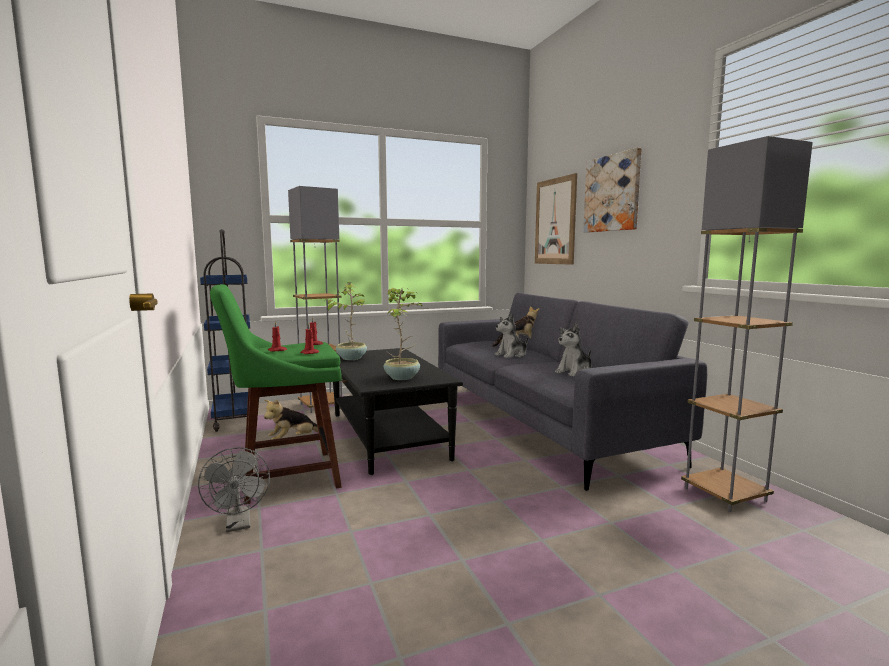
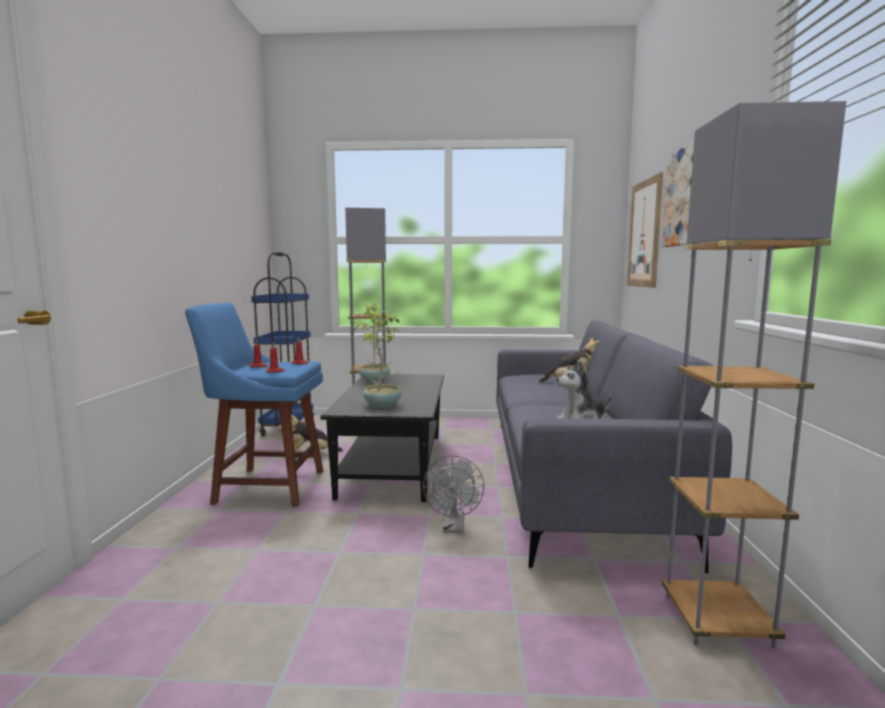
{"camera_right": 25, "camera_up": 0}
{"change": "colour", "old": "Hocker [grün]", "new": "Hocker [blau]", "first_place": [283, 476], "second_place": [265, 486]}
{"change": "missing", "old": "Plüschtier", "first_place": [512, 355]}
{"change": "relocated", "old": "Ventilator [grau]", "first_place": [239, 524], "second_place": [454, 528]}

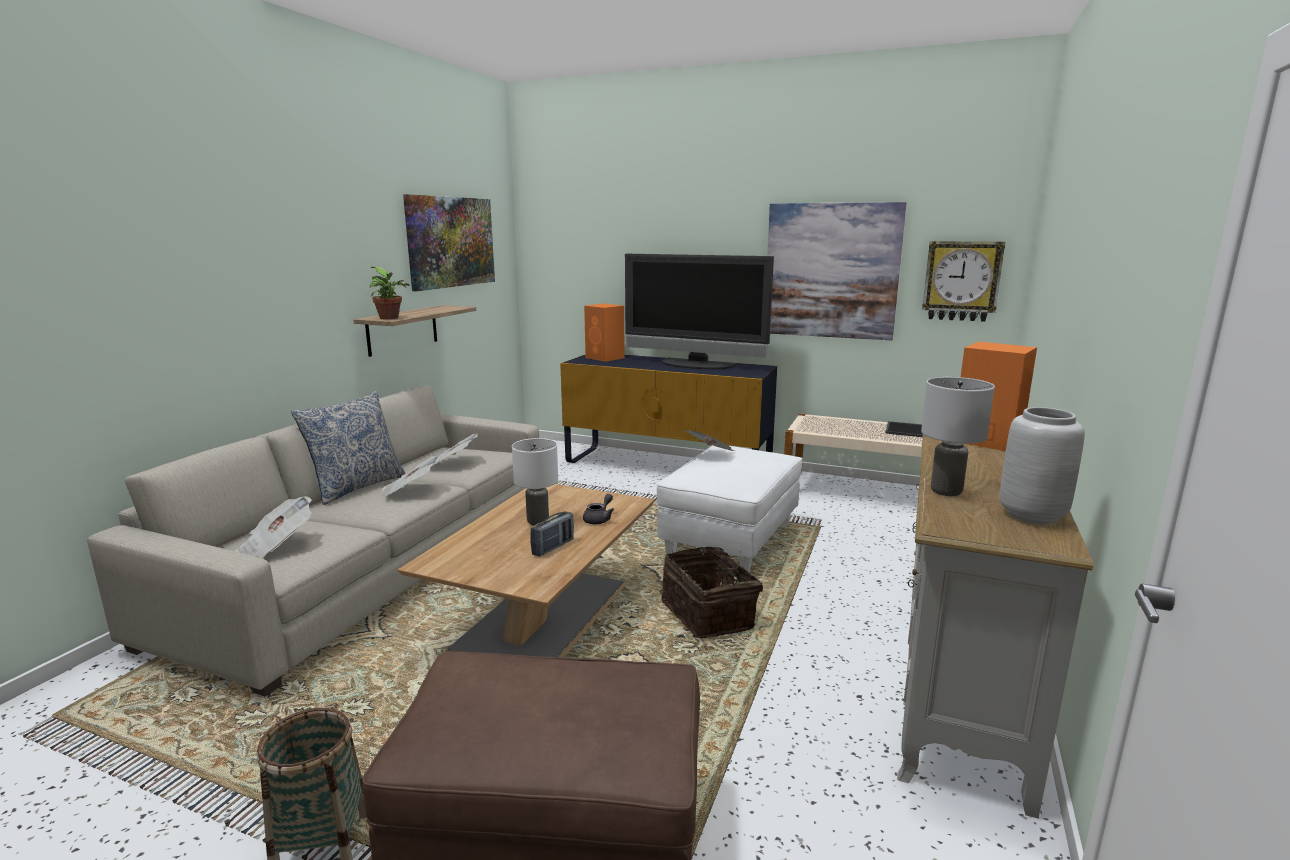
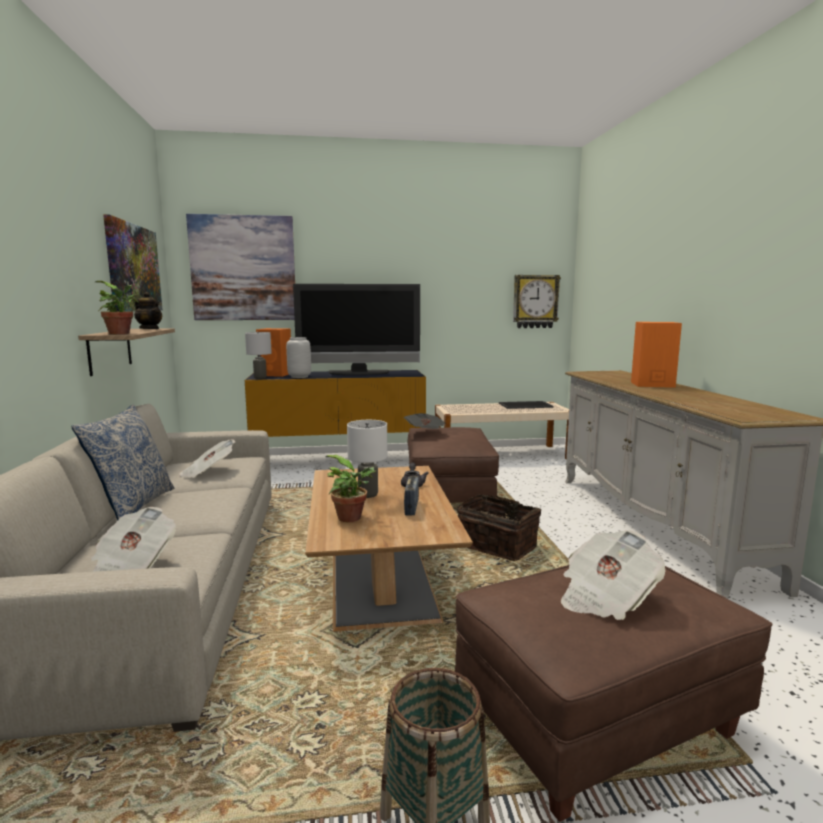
{"camera_right": -30, "camera_up": -5}
{"change": "relocated", "old": "Bild", "first_place": [831, 271], "second_place": [243, 268]}
{"change": "relocated", "old": "Tischlampe [weiß]", "first_place": [944, 492], "second_place": [259, 378]}
{"change": "relocated", "old": "Vase [grau]", "first_place": [1033, 515], "second_place": [300, 377]}
{"change": "colour", "old": "Polsterhocker [weiß]", "new": "Polsterhocker [braun]", "first_place": [730, 540], "second_place": [448, 498]}
{"change": "relocated", "old": "Zeitung", "first_place": [410, 491], "second_place": [605, 597]}
{"change": "appeared", "new": "Teekanne", "second_place": [149, 329]}
{"change": "appeared", "new": "Topfpflanze", "second_place": [352, 518]}

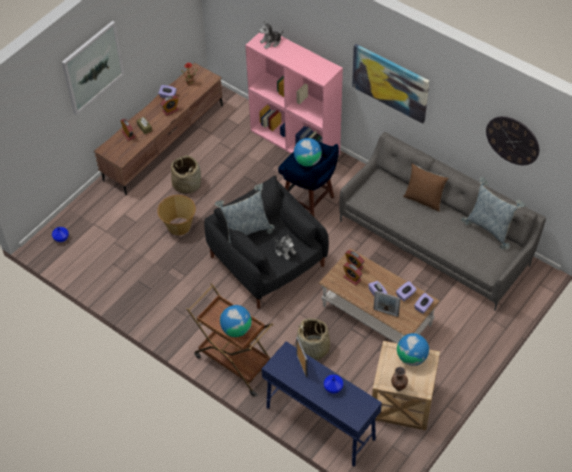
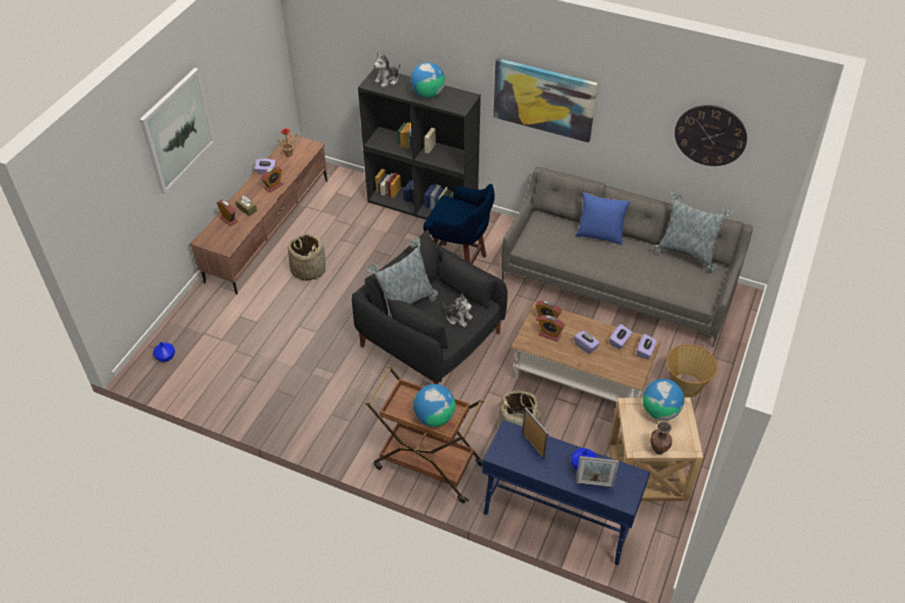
{"camera_right": -15, "camera_up": -5}
{"change": "colour", "old": "Bücherregal [rosa]", "new": "Bücherregal [schwarz]", "first_place": [296, 142], "second_place": [423, 205]}
{"change": "relocated", "old": "Globus", "first_place": [307, 161], "second_place": [428, 94]}
{"change": "colour", "old": "Kissen [braun]", "new": "Kissen [blau]", "first_place": [424, 199], "second_place": [600, 235]}
{"change": "relocated", "old": "Korb", "first_place": [179, 226], "second_place": [685, 385]}
{"change": "relocated", "old": "Bilderrahmen", "first_place": [386, 312], "second_place": [594, 484]}

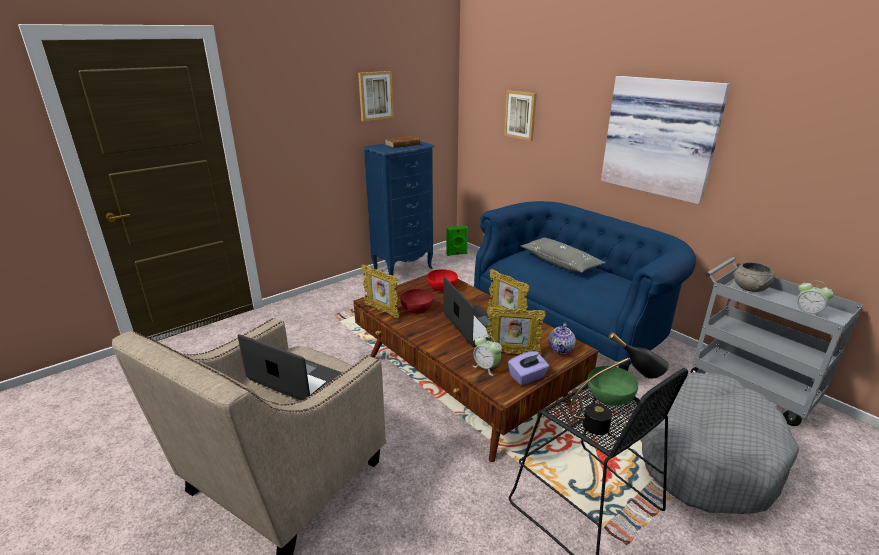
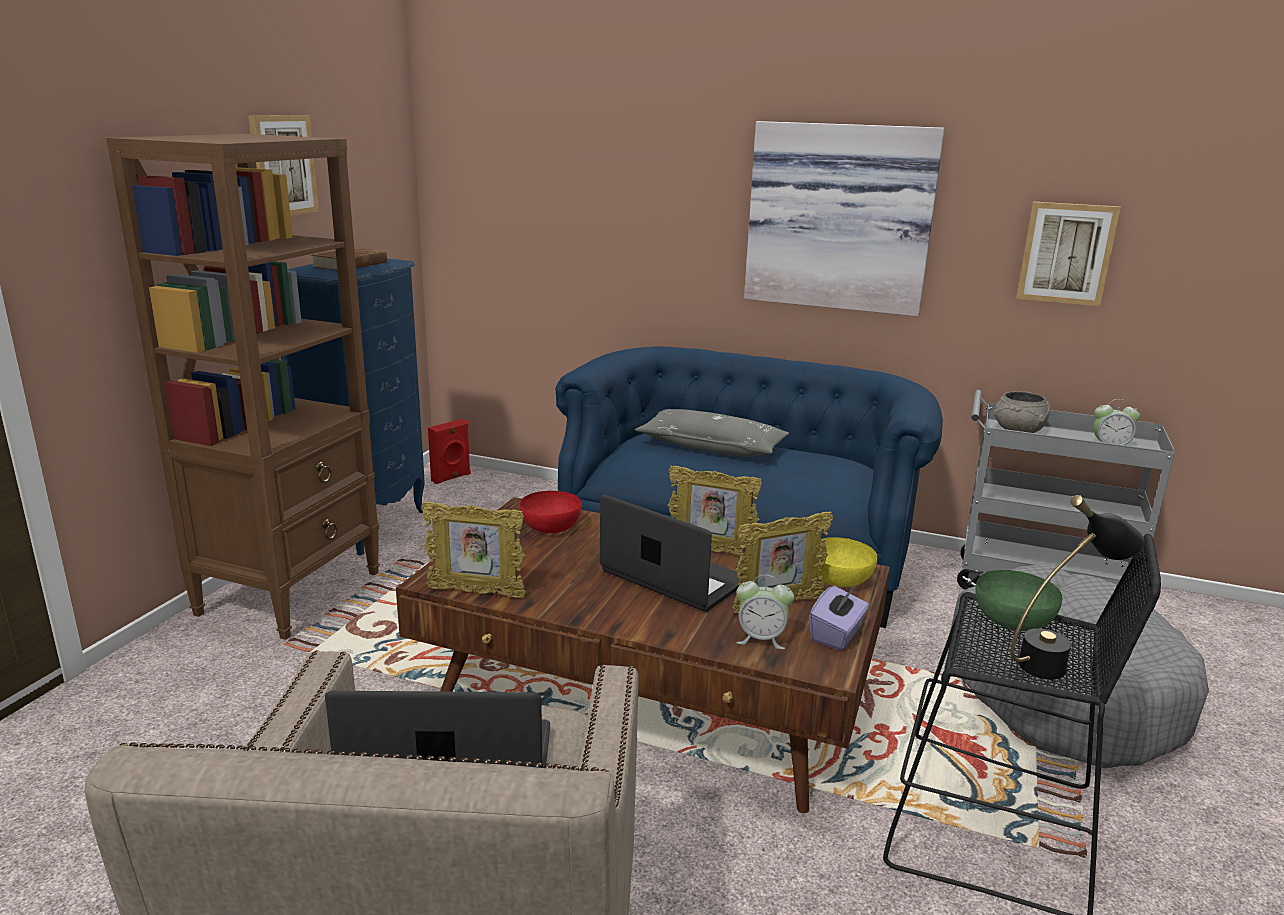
{"camera_right": -30, "camera_up": -5}
{"change": "relocated", "old": "Bild", "first_place": [520, 115], "second_place": [1066, 253]}
{"change": "colour", "old": "Lautsprecher [grün]", "new": "Lautsprecher [rot]", "first_place": [457, 254], "second_place": [451, 478]}
{"change": "missing", "old": "Schüssel [rot]", "first_place": [417, 309]}
{"change": "exchanged", "old": "Teekanne", "new": "Schüssel [gelb]", "first_place": [561, 349], "second_place": [840, 579]}
{"change": "appeared", "new": "Bücherregal [braun]", "second_place": [292, 592]}

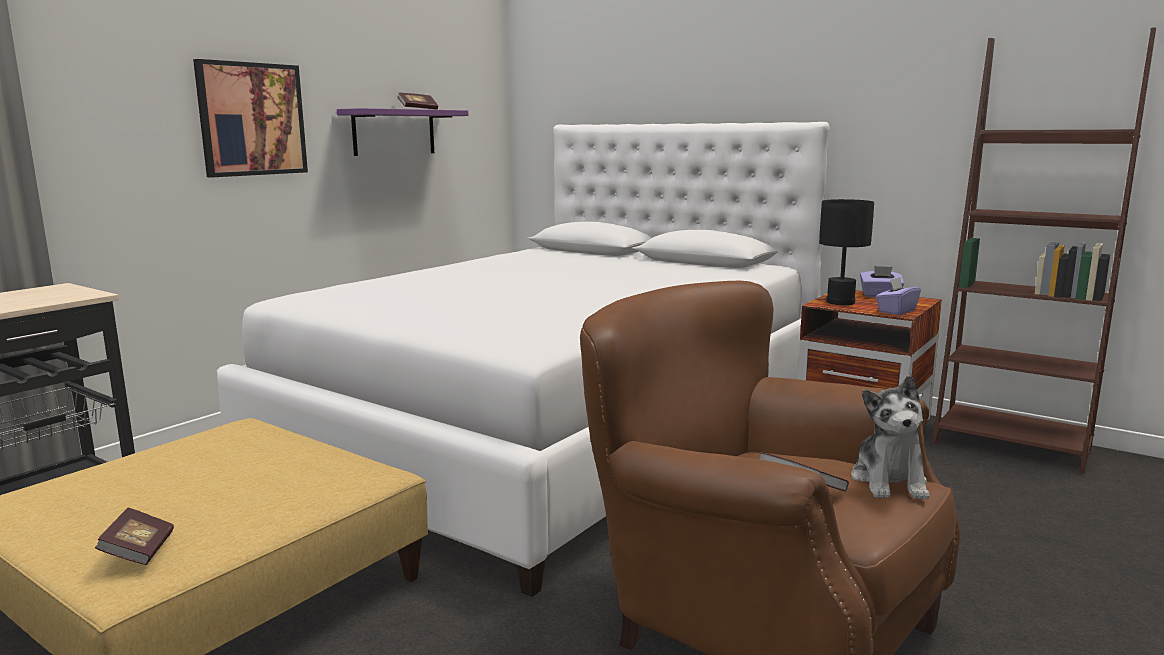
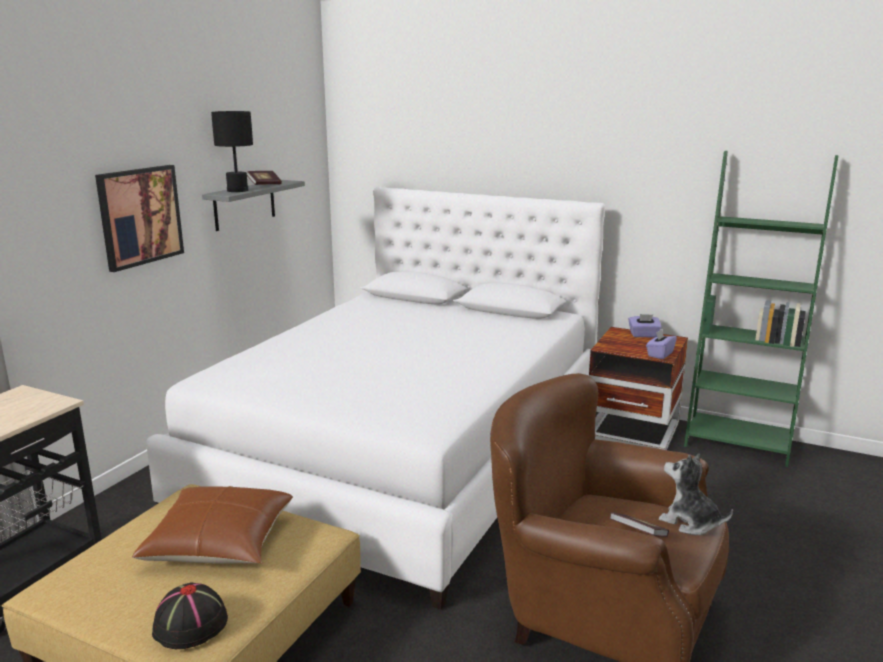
{"camera_right": -10, "camera_up": 5}
{"change": "colour", "old": "Bücherregal [braun]", "new": "Bücherregal [grün]", "first_place": [1011, 445], "second_place": [737, 444]}
{"change": "colour", "old": "Wandregal [lila]", "new": "Wandregal [grau]", "first_place": [394, 132], "second_place": [244, 205]}
{"change": "relocated", "old": "Tischlampe [schwarz]", "first_place": [839, 302], "second_place": [237, 190]}
{"change": "spun", "old": "Plüschtier", "first_place": [889, 481], "second_place": [690, 522], "degrees": 135}
{"change": "exchanged", "old": "Buch", "new": "Hut [schwarz]", "first_place": [139, 551], "second_place": [190, 625]}
{"change": "appeared", "new": "Kissen [braun]", "second_place": [220, 543]}

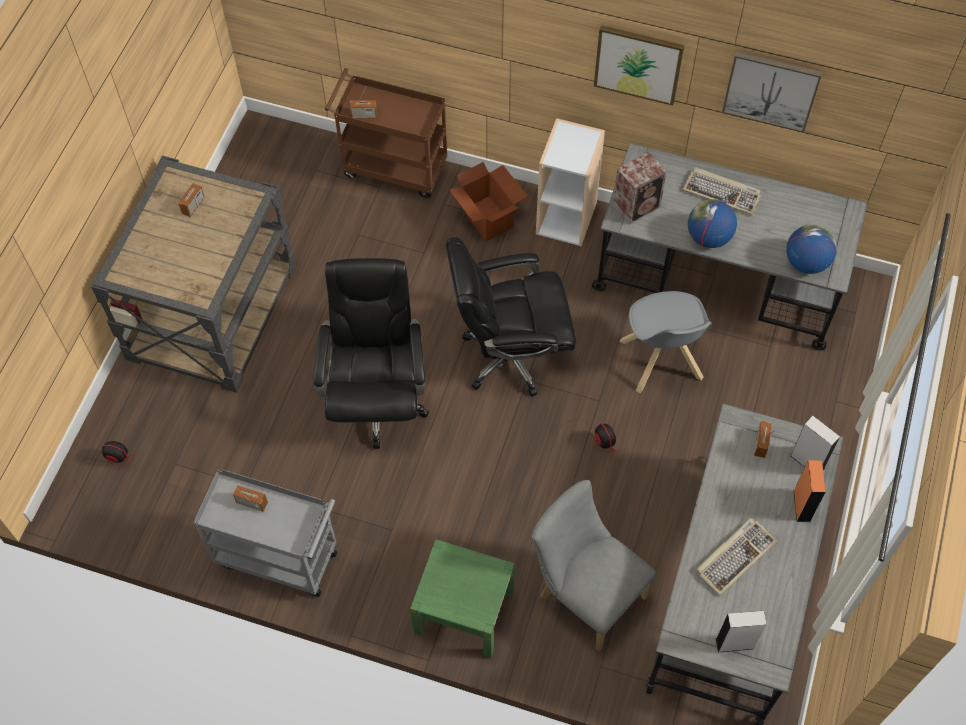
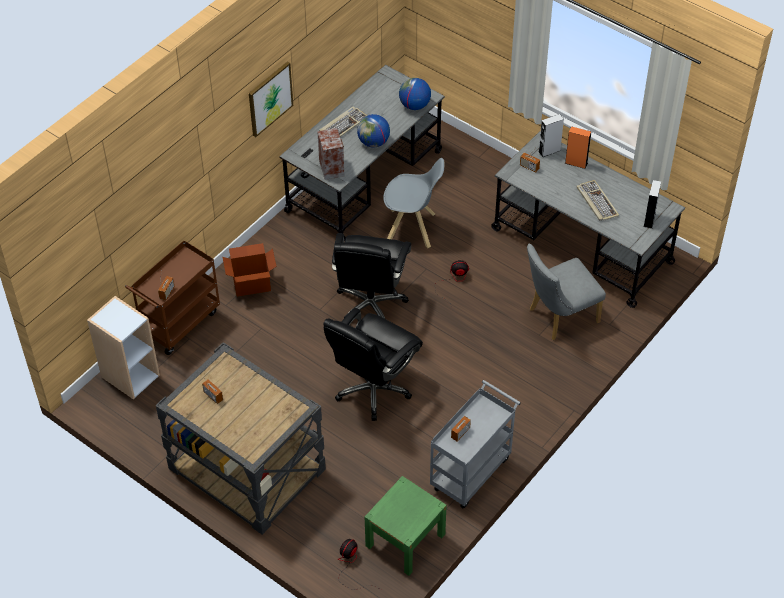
{"camera_right": -70, "camera_up": -10}
{"change": "missing", "old": "Bild", "first_place": [771, 90]}
{"change": "relocated", "old": "Bücherregal", "first_place": [567, 218], "second_place": [130, 375]}
{"change": "spun", "old": "Bürostuhl [schwarz]", "first_place": [377, 404], "second_place": [374, 388], "degrees": -75}
{"change": "relocated", "old": "Nachttisch [grün]", "first_place": [464, 612], "second_place": [405, 540]}

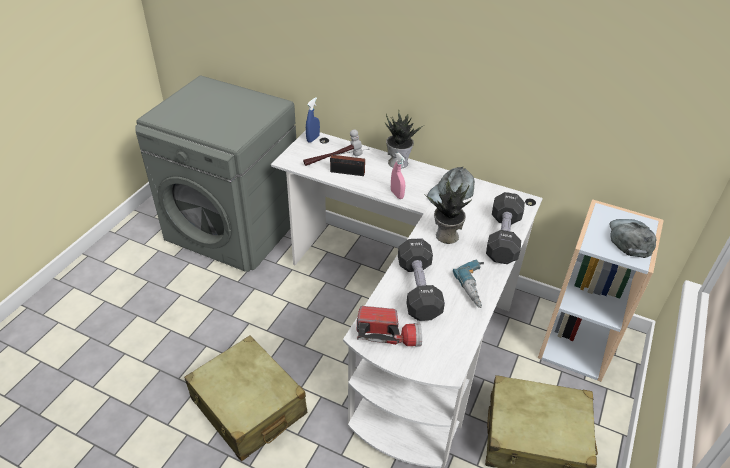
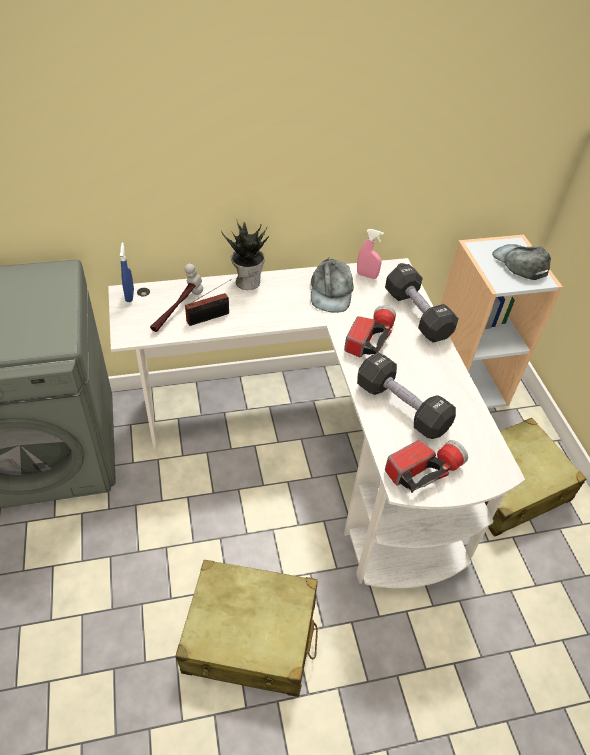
{"camera_right": -40, "camera_up": 5}
{"change": "relocated", "old": "Sprühflasche [rosa]", "first_place": [397, 194], "second_place": [367, 275]}
{"change": "exchanged", "old": "Topfpflanze", "new": "Taschenlampe", "first_place": [446, 236], "second_place": [370, 338]}
{"change": "missing", "old": "Bohrmaschine", "first_place": [477, 288]}

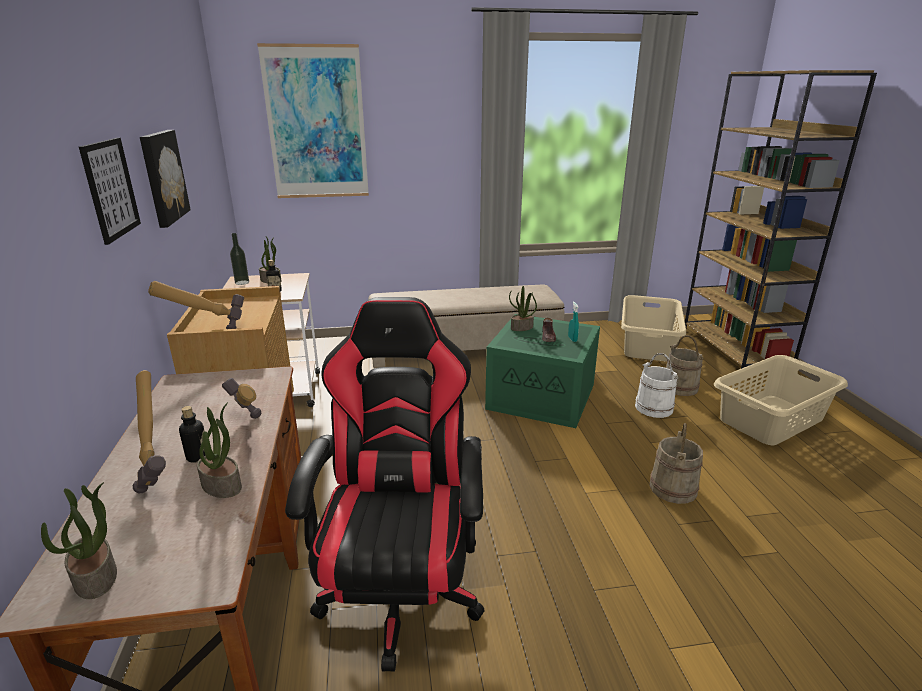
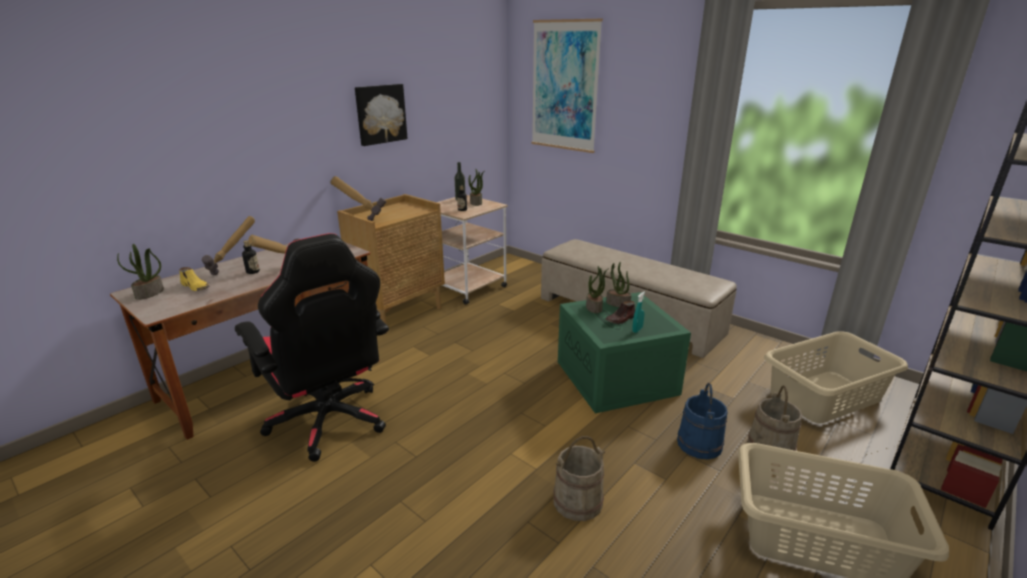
{"camera_right": 50, "camera_up": 0}
{"change": "missing", "old": "Bild", "first_place": [111, 189]}
{"change": "spun", "old": "Bürostuhl [schwarz]", "first_place": [400, 593], "second_place": [328, 420], "degrees": 90}
{"change": "colour", "old": "Eimer [weiß]", "new": "Eimer [blau]", "first_place": [654, 407], "second_place": [700, 444]}
{"change": "relocated", "old": "Topfpflanze", "first_place": [222, 485], "second_place": [594, 307]}
{"change": "appeared", "new": "Schuh [gelb]", "second_place": [196, 287]}

